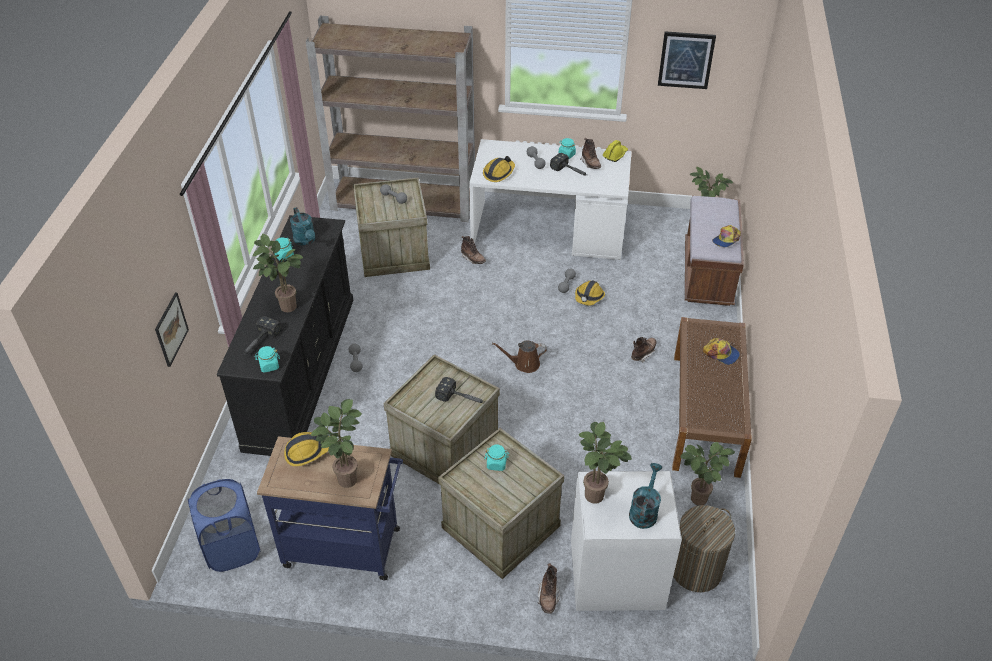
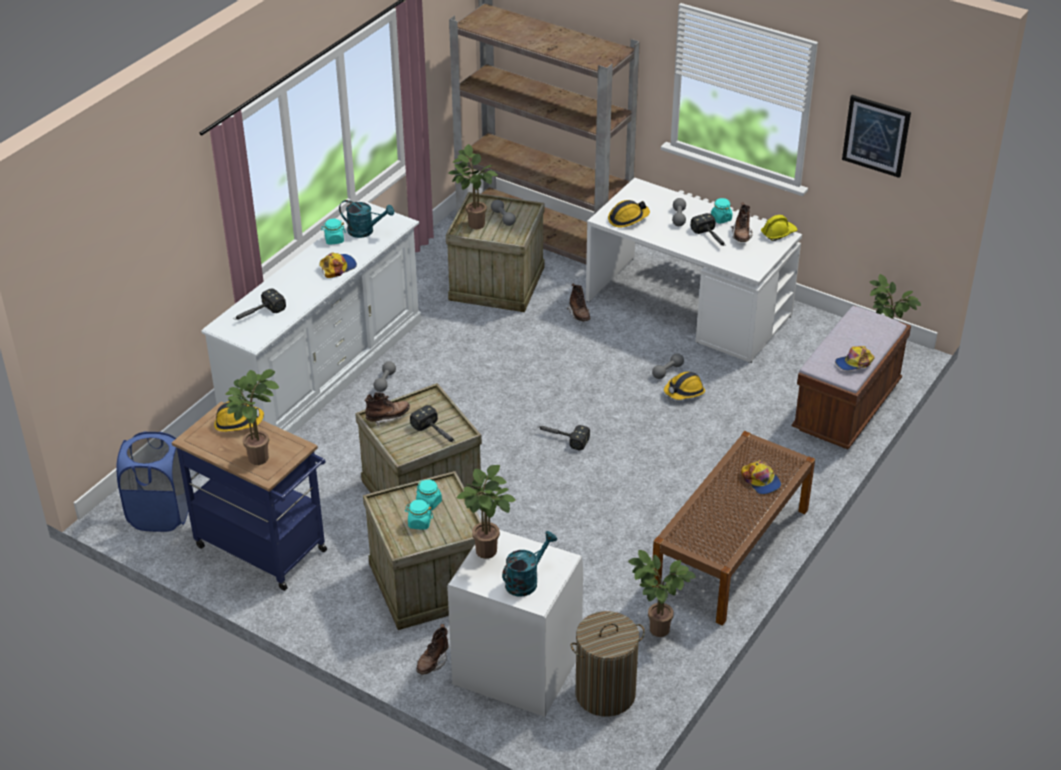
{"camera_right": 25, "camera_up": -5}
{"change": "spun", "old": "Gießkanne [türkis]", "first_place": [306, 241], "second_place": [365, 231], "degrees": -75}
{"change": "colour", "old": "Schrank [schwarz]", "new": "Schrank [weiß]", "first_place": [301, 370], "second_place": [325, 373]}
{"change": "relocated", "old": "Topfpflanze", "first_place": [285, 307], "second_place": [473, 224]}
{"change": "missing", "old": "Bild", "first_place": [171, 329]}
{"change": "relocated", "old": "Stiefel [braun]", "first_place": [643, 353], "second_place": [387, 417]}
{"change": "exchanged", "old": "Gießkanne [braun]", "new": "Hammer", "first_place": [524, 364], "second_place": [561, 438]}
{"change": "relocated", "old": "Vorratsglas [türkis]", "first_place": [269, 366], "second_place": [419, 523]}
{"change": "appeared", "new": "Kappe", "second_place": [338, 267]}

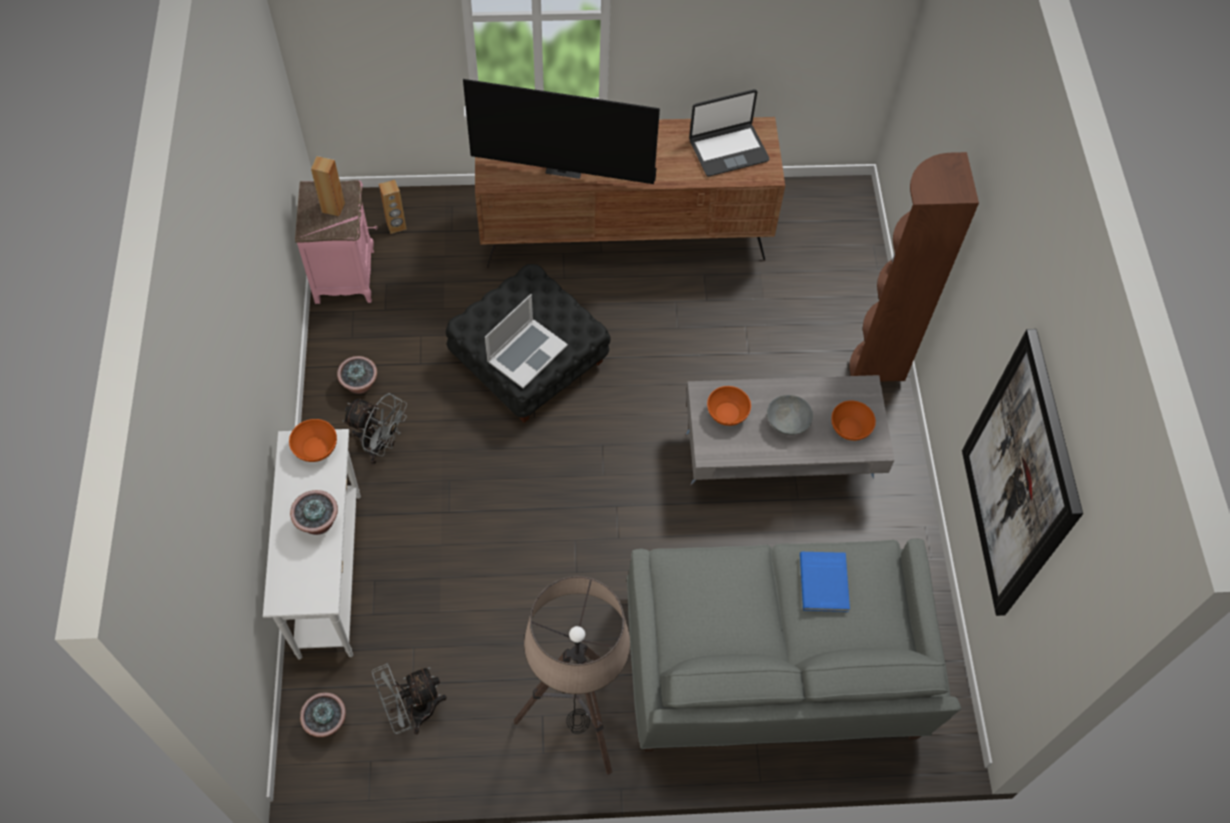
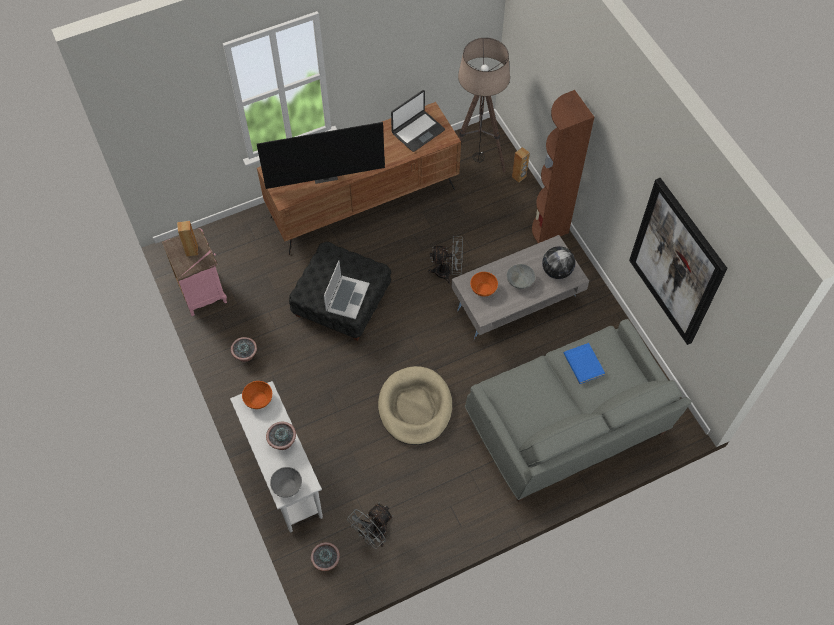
{"camera_right": -20, "camera_up": 0}
{"change": "relocated", "old": "Lautsprecher [braun]", "first_place": [396, 226], "second_place": [519, 177]}
{"change": "relocated", "old": "Ventilator [grau]", "first_place": [380, 445], "second_place": [448, 272]}
{"change": "exchanged", "old": "Schüssel [orange]", "new": "Globus", "first_place": [850, 428], "second_place": [557, 271]}
{"change": "relocated", "old": "Stehlampe", "first_place": [576, 720], "second_place": [477, 157]}
{"change": "appeared", "new": "Hundebett [beige]", "second_place": [415, 407]}
{"change": "appeared", "new": "Schüssel [grau]", "second_place": [287, 485]}

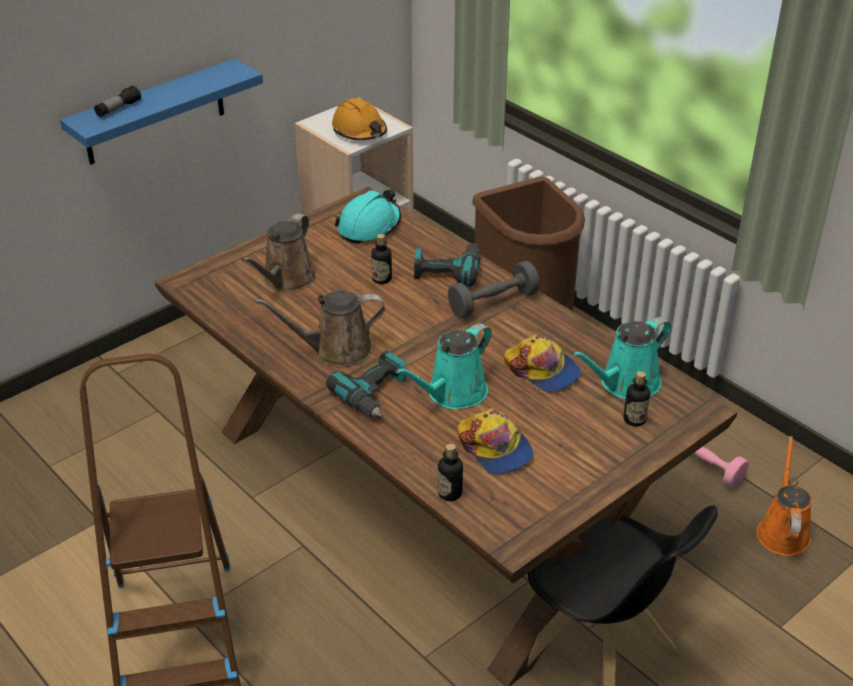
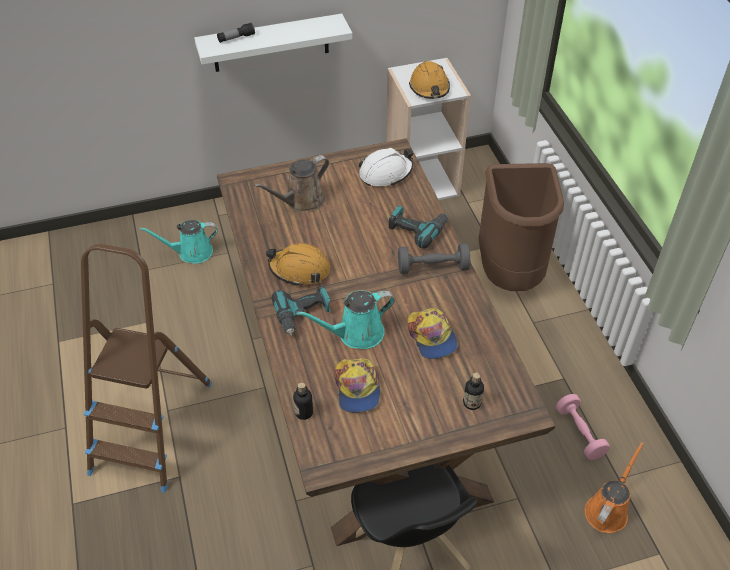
{"camera_right": 25, "camera_up": 10}
{"change": "colour", "old": "Wandregal [blau]", "new": "Wandregal [weiß]", "first_place": [154, 113], "second_place": [271, 43]}
{"change": "colour", "old": "Schutzhelm [türkis]", "new": "Schutzhelm [weiß]", "first_place": [369, 226], "second_place": [385, 173]}
{"change": "missing", "old": "Flasche", "first_place": [382, 279]}
{"change": "exchanged", "old": "Gießkanne [braun]", "new": "Schutzhelm [orange]", "first_place": [336, 350], "second_place": [300, 269]}
{"change": "relocated", "old": "Gießkanne [türkis]", "first_place": [625, 384], "second_place": [191, 252]}

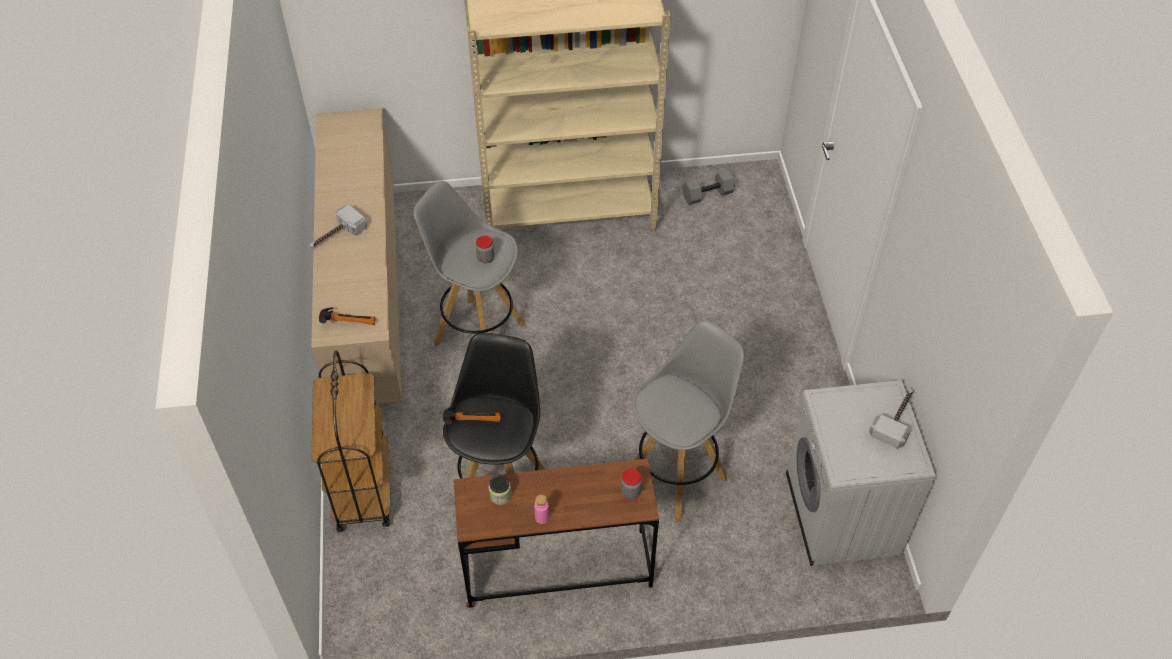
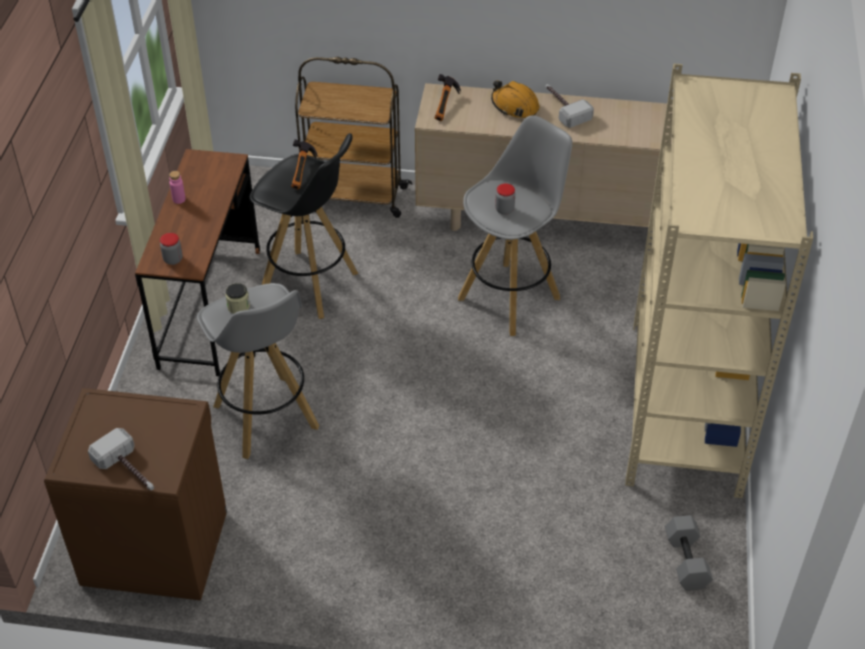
{"camera_right": 105, "camera_up": -5}
{"change": "colour", "old": "Waschmaschine [weiß]", "new": "Waschmaschine [braun]", "first_place": [839, 515], "second_place": [155, 545]}
{"change": "relocated", "old": "Vorratsglas", "first_place": [500, 495], "second_place": [238, 306]}
{"change": "appeared", "new": "Schutzhelm [orange]", "second_place": [514, 106]}

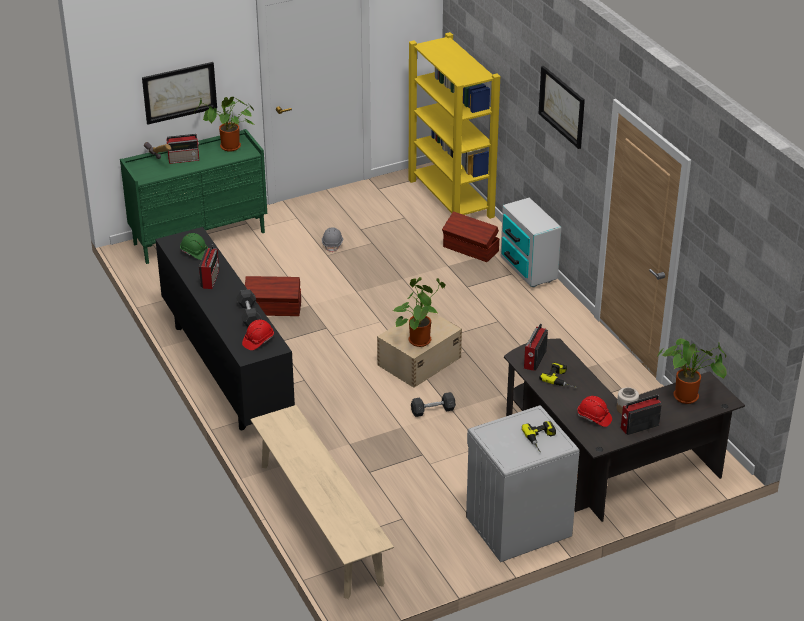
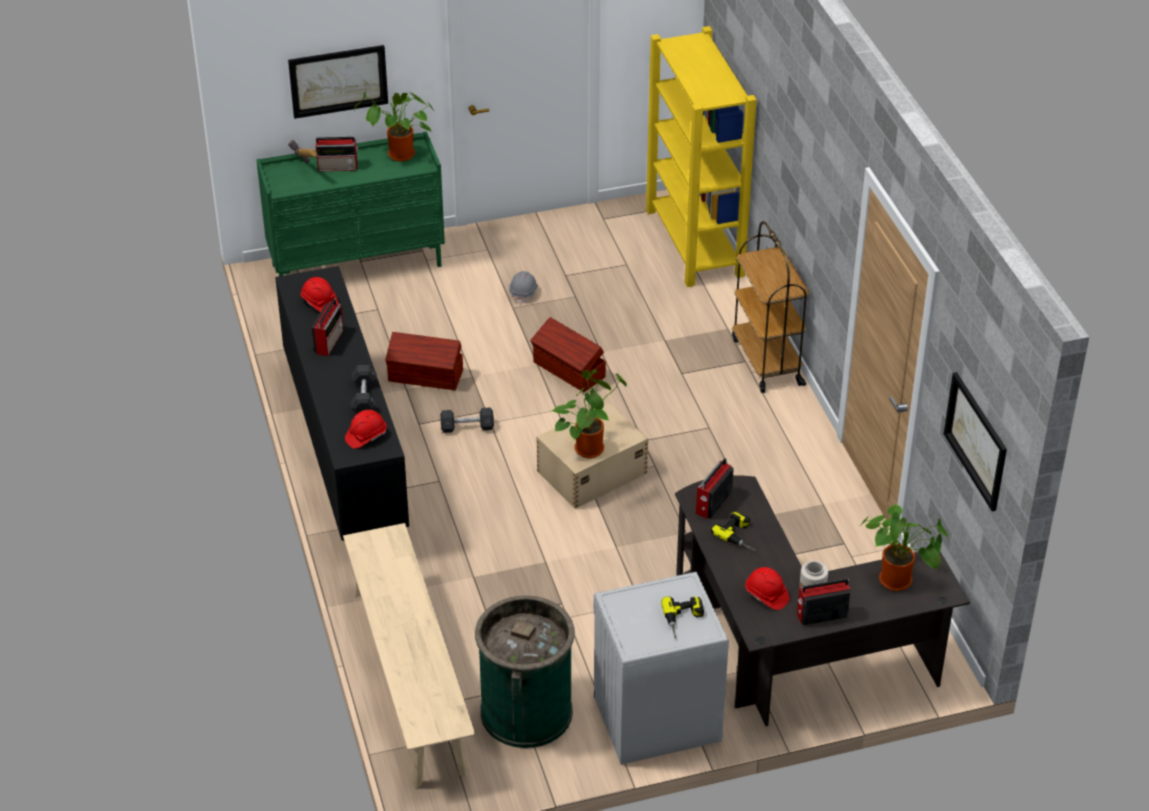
{"camera_right": 10, "camera_up": 5}
{"change": "relocated", "old": "Bild", "first_place": [562, 106], "second_place": [976, 440]}
{"change": "exchanged", "old": "Nachttisch [weiß]", "new": "Rollwagen [braun]", "first_place": [527, 272], "second_place": [766, 361]}
{"change": "relocated", "old": "Aufbewahrungsbox [braun]", "first_place": [470, 249], "second_place": [569, 370]}
{"change": "colour", "old": "Schutzhelm [grün]", "new": "Schutzhelm [rot]", "first_place": [195, 253], "second_place": [319, 302]}
{"change": "relocated", "old": "Hantel [grau]", "first_place": [433, 410], "second_place": [467, 427]}
{"change": "appeared", "new": "Mülleimer [grün]", "second_place": [526, 712]}

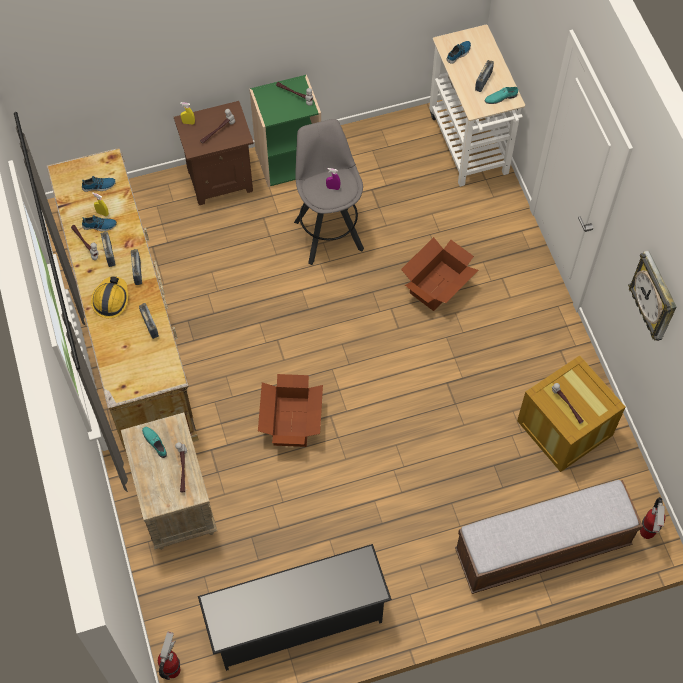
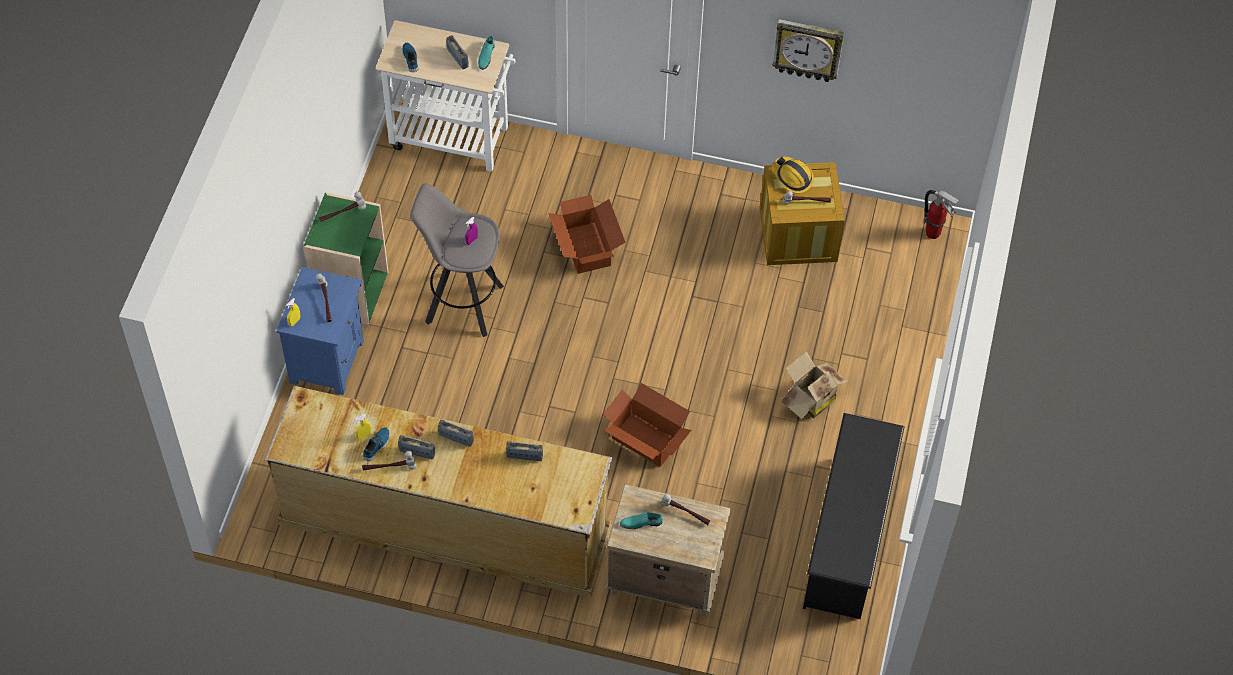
{"camera_right": -60, "camera_up": -5}
{"change": "colour", "old": "Nachttisch [braun]", "new": "Nachttisch [blau]", "first_place": [221, 181], "second_place": [329, 361]}
{"change": "missing", "old": "Schuh", "first_place": [99, 186]}
{"change": "relocated", "old": "Schutzhelm", "first_place": [111, 300], "second_place": [792, 177]}
{"change": "missing", "old": "Bank", "first_place": [542, 548]}
{"change": "missing", "old": "Feuerlöscher", "first_place": [173, 670]}
{"change": "appeared", "new": "Karton", "second_place": [809, 399]}

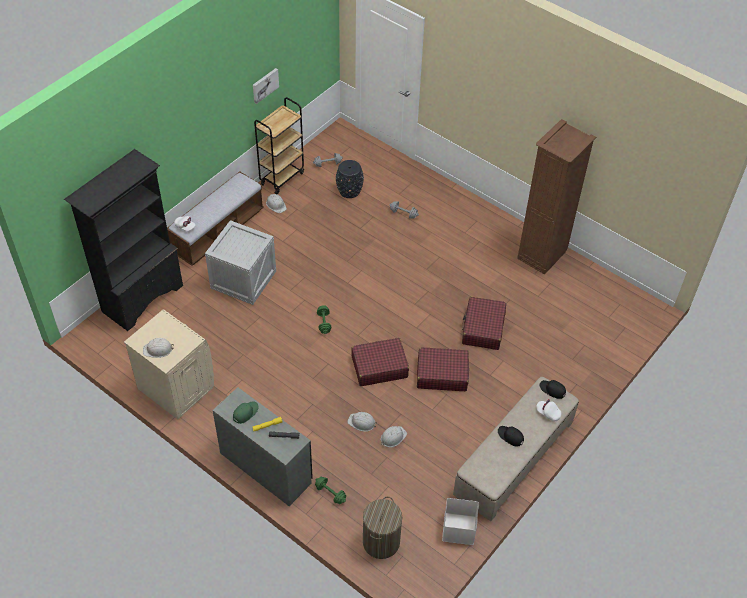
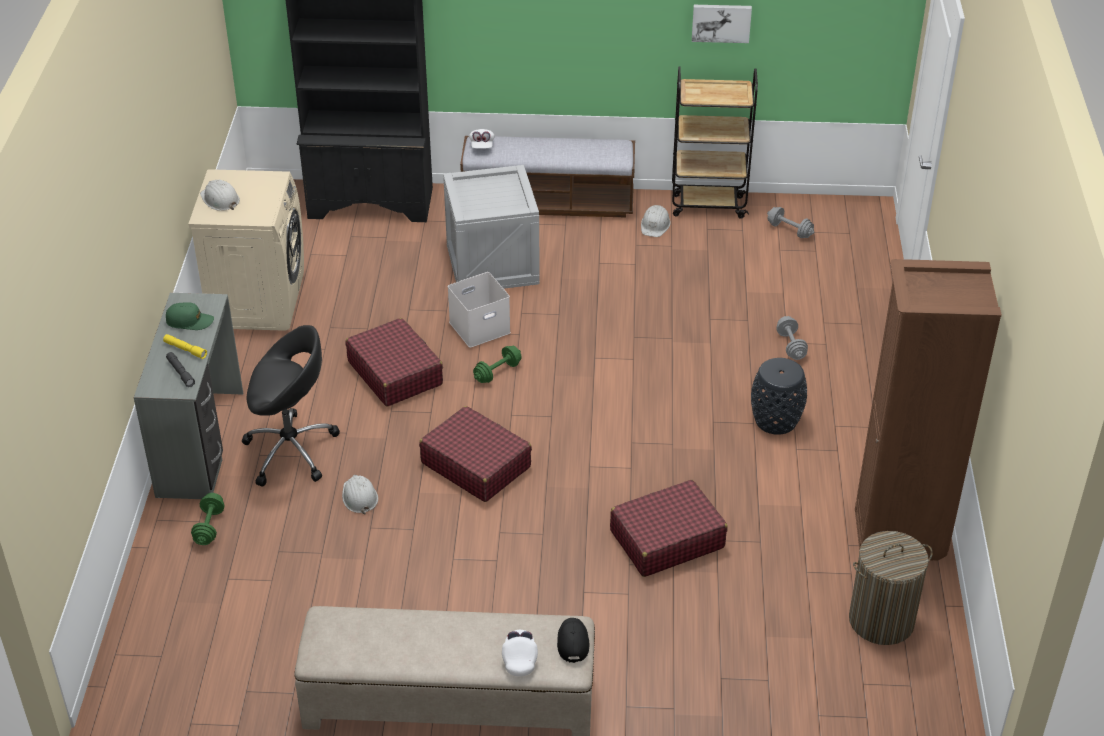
{"camera_right": 55, "camera_up": -10}
{"change": "relocated", "old": "Hocker [schwarz]", "first_place": [349, 191], "second_place": [776, 420]}
{"change": "relocated", "old": "Koffer [rot]", "first_place": [442, 374], "second_place": [395, 373]}
{"change": "missing", "old": "Schutzhelm [weiß]", "first_place": [393, 437]}
{"change": "missing", "old": "Kappe [schwarz]", "first_place": [510, 436]}
{"change": "relocated", "old": "Wäschekorb", "first_place": [381, 542], "second_place": [881, 620]}
{"change": "relocated", "old": "Aufbewahrungsbox [weiß]", "first_place": [458, 528], "second_place": [480, 326]}
{"change": "appeared", "new": "Bürostuhl [schwarz]", "second_place": [293, 450]}

